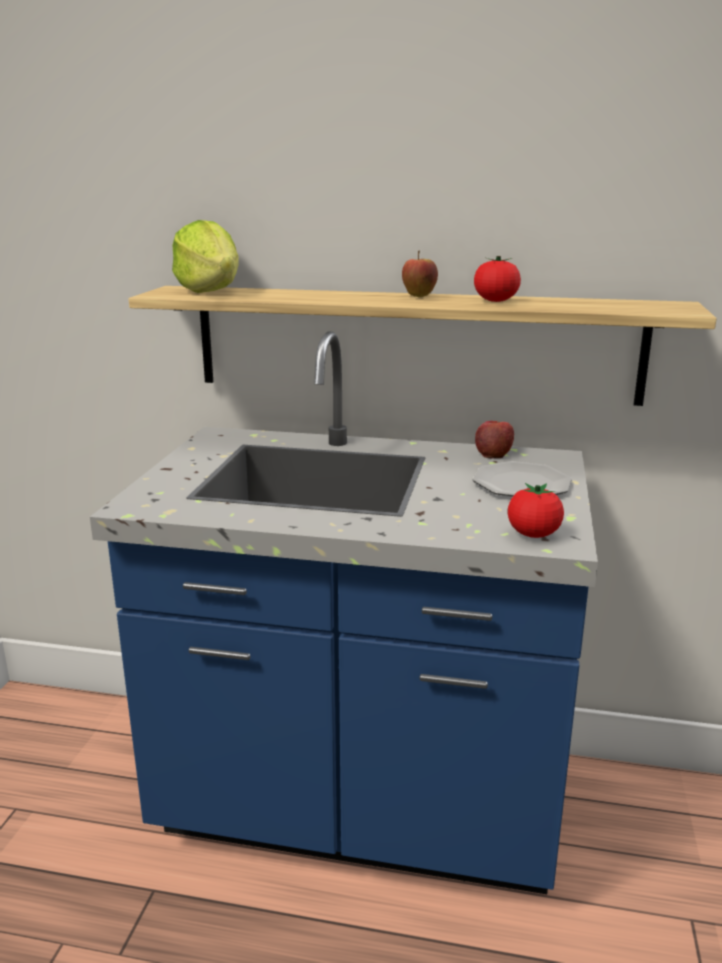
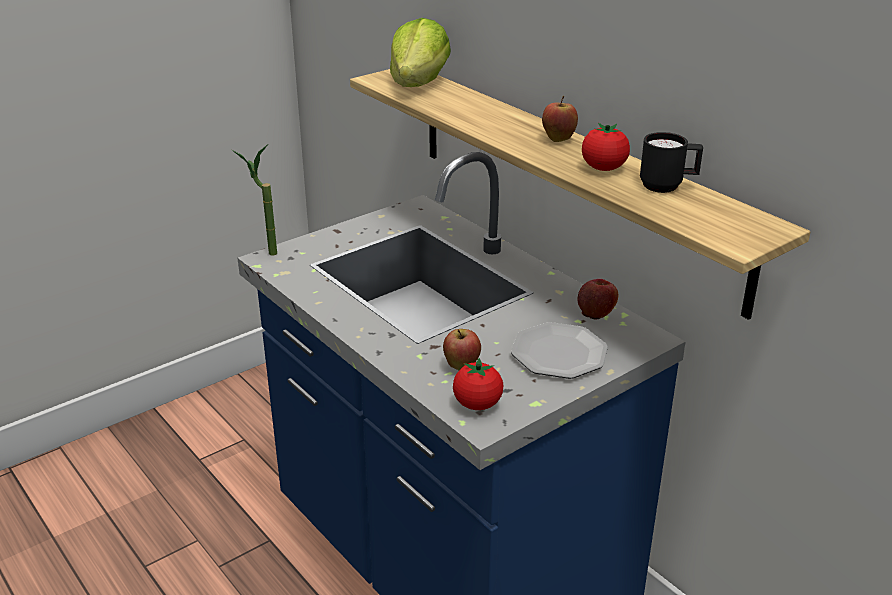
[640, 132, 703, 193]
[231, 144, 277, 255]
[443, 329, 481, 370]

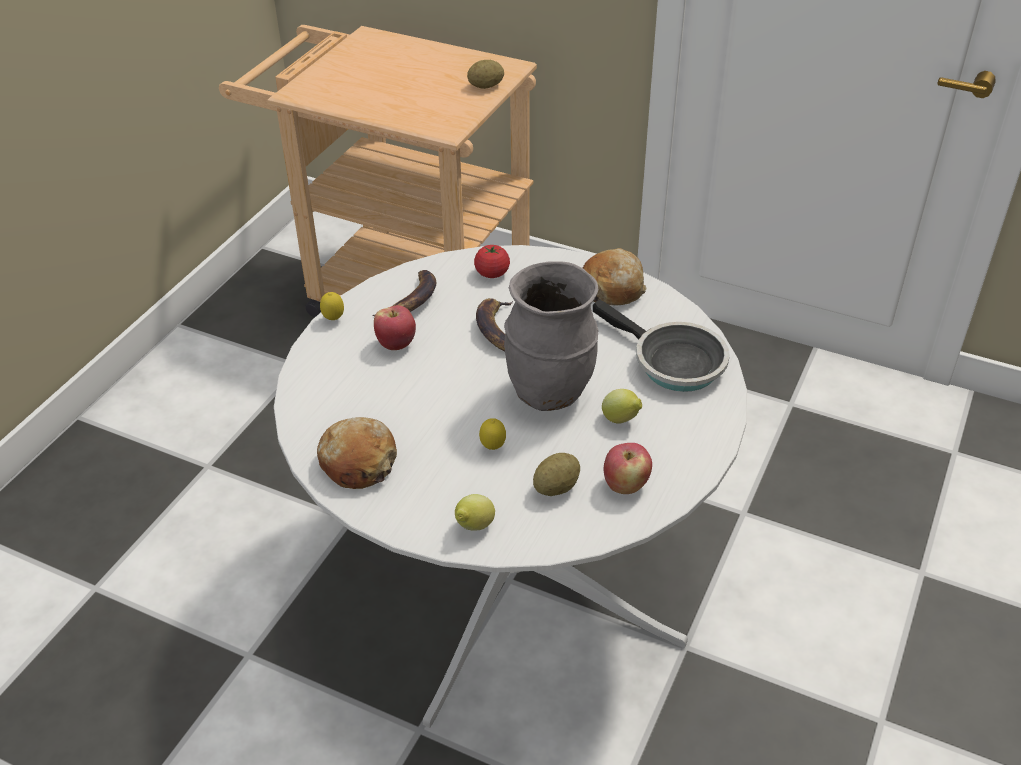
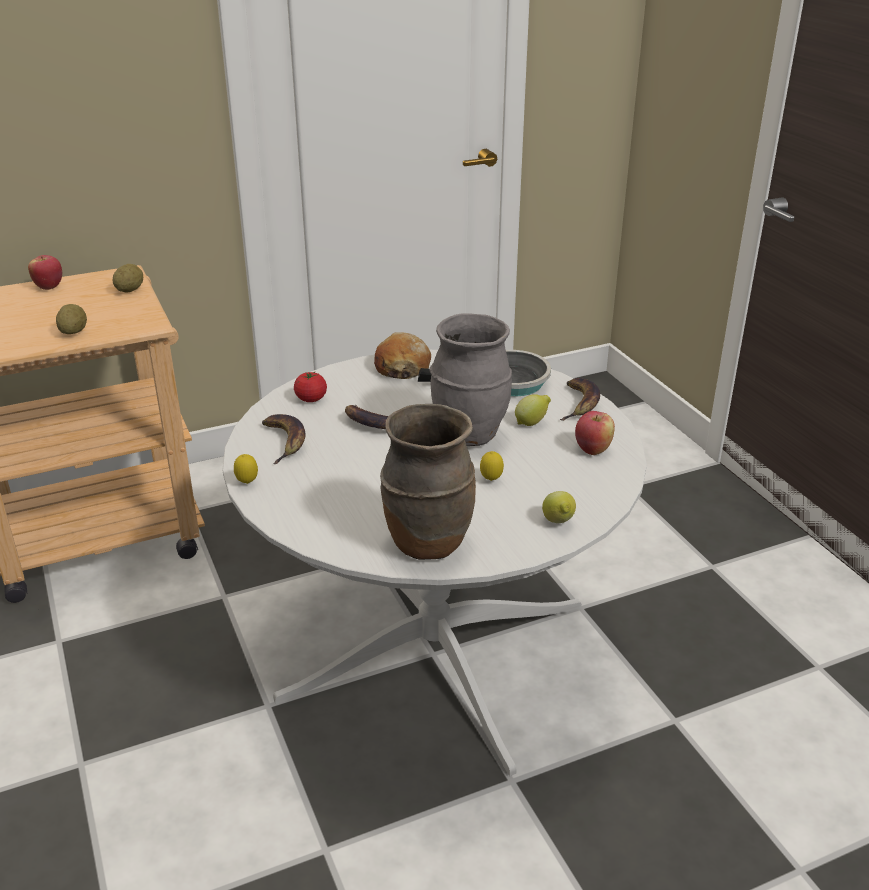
[28, 255, 62, 290]
[380, 404, 476, 560]
[56, 304, 87, 334]
[560, 378, 600, 421]

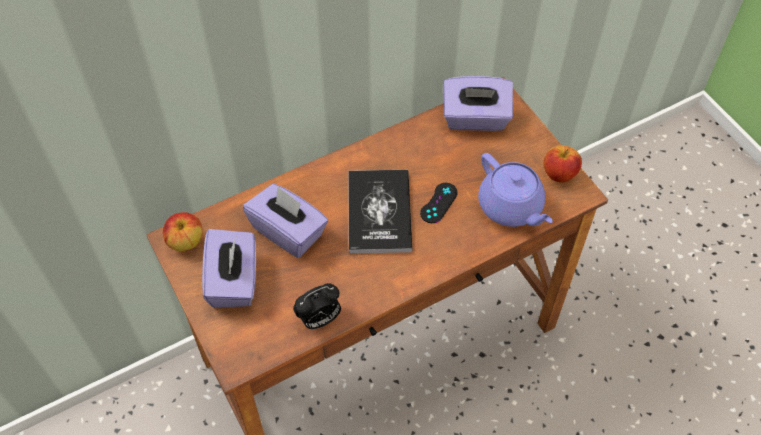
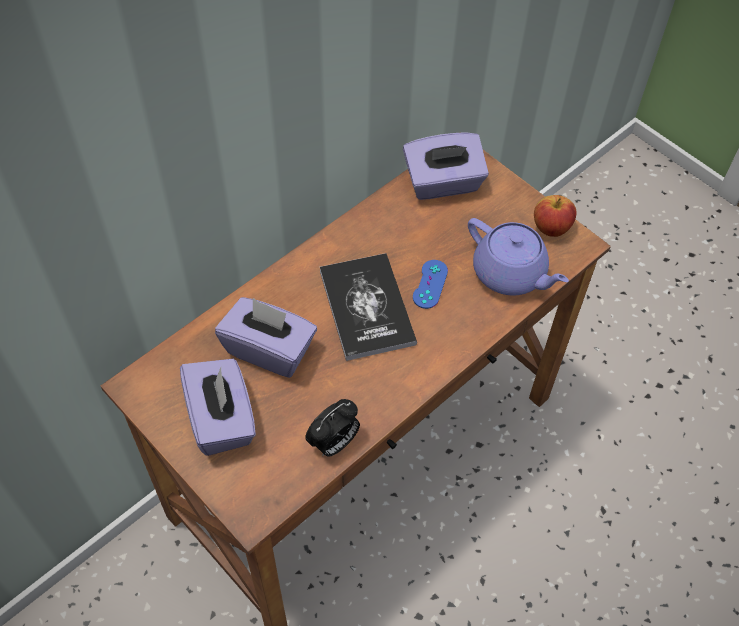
[413, 260, 448, 309]
[163, 212, 203, 251] (first image)

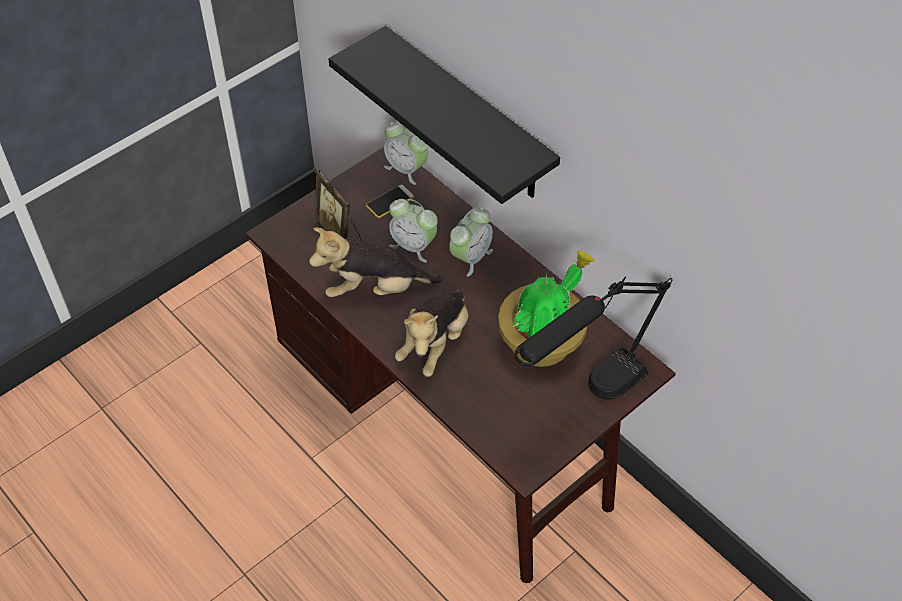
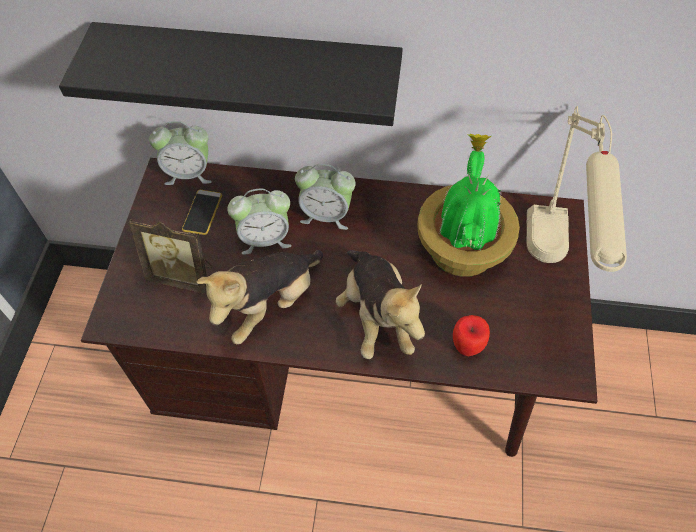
[295, 164, 356, 230]
[526, 106, 627, 272]
[453, 315, 490, 356]

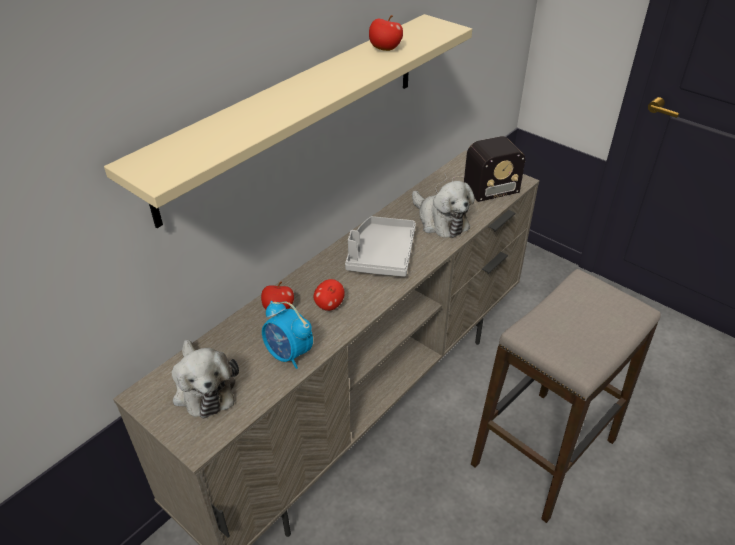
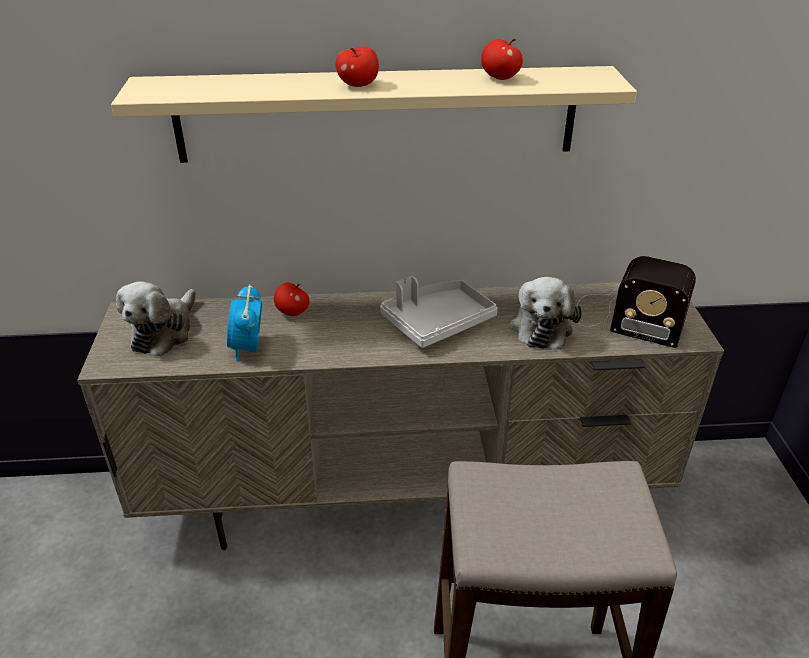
[335, 47, 379, 87]

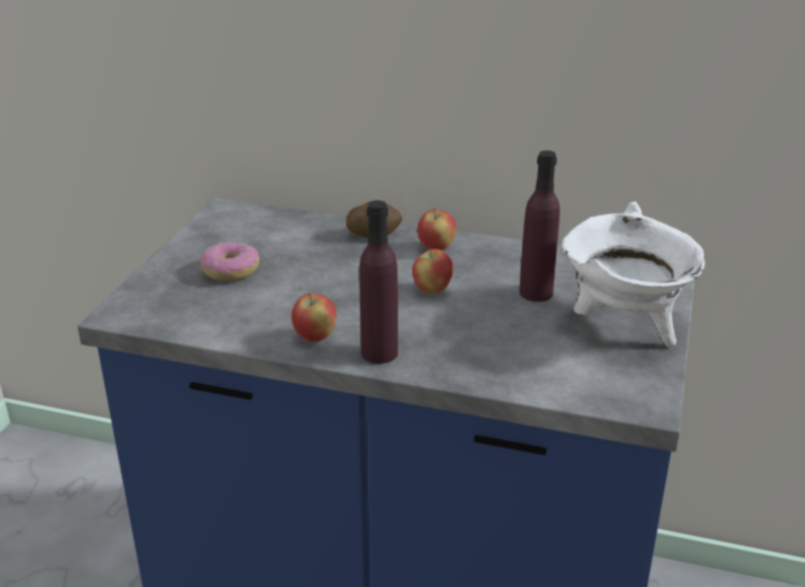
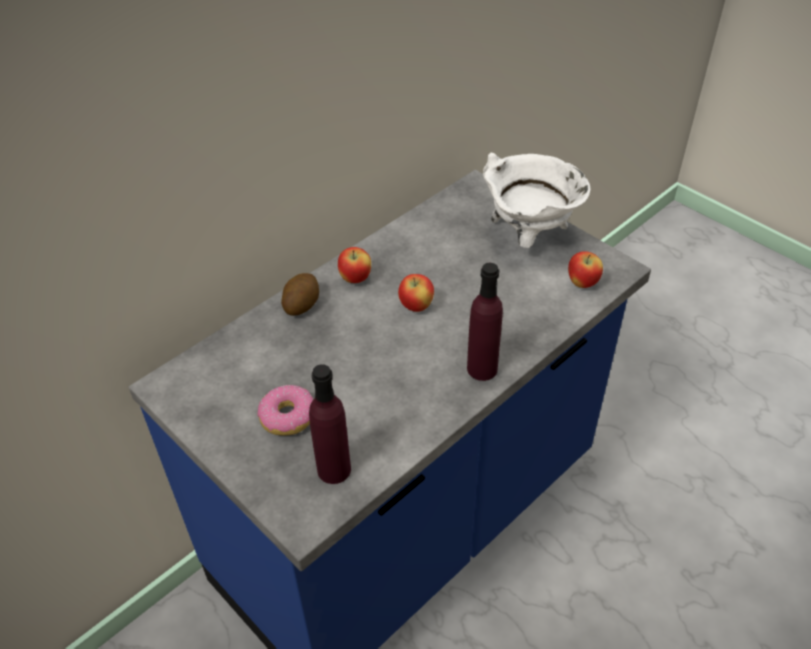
[309, 364, 351, 484]
[568, 251, 603, 288]

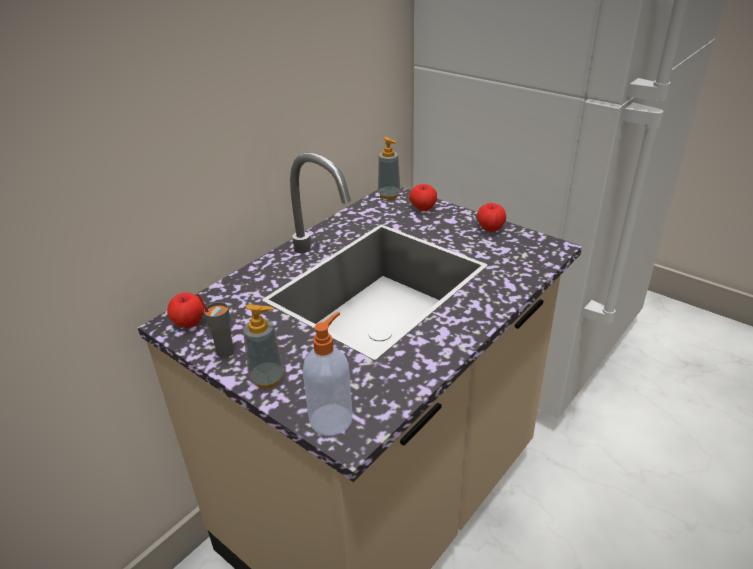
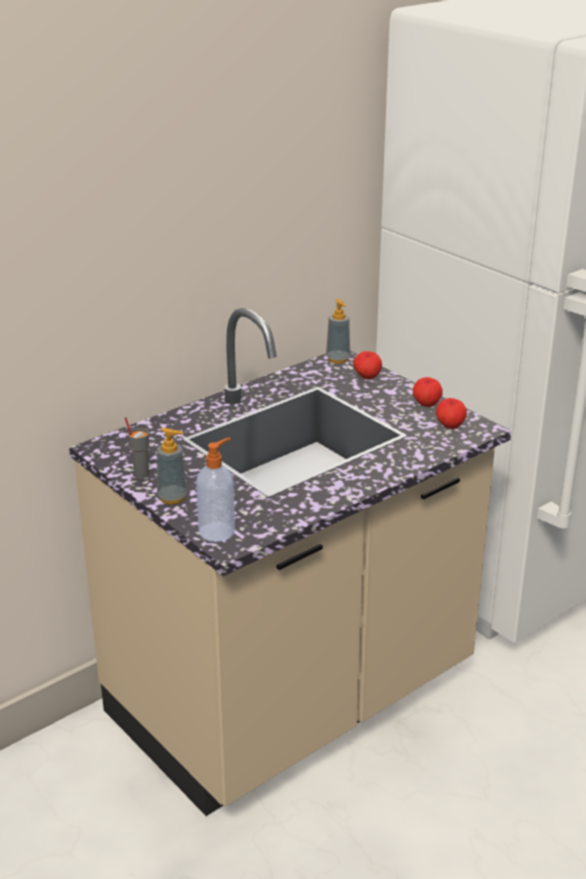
[436, 398, 467, 429]

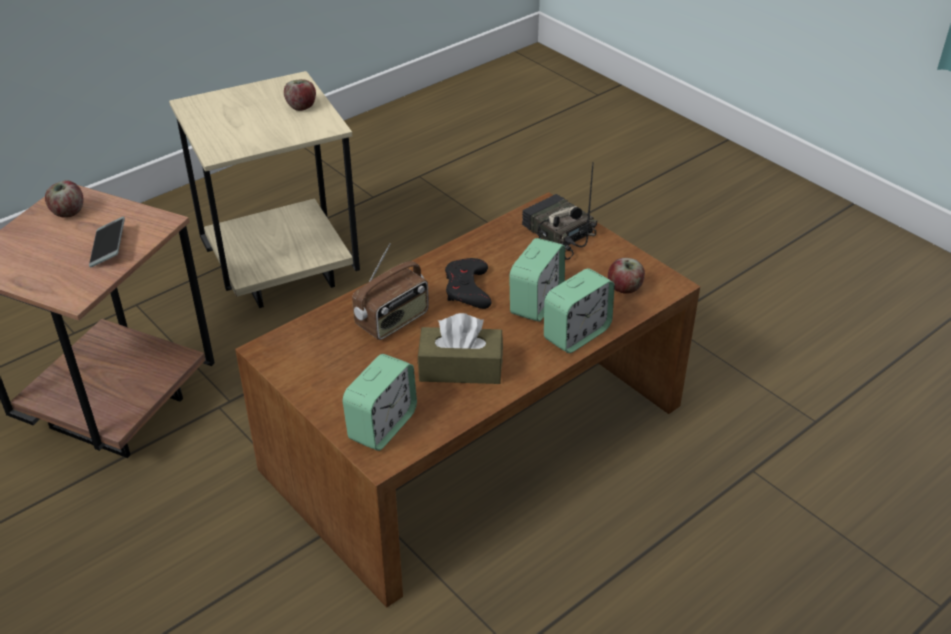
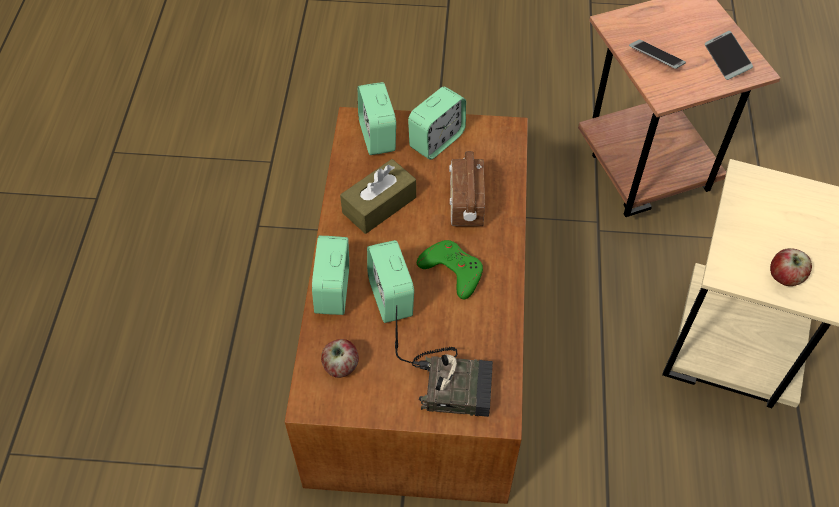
[705, 31, 753, 80]
[417, 240, 483, 299]
[408, 87, 466, 160]

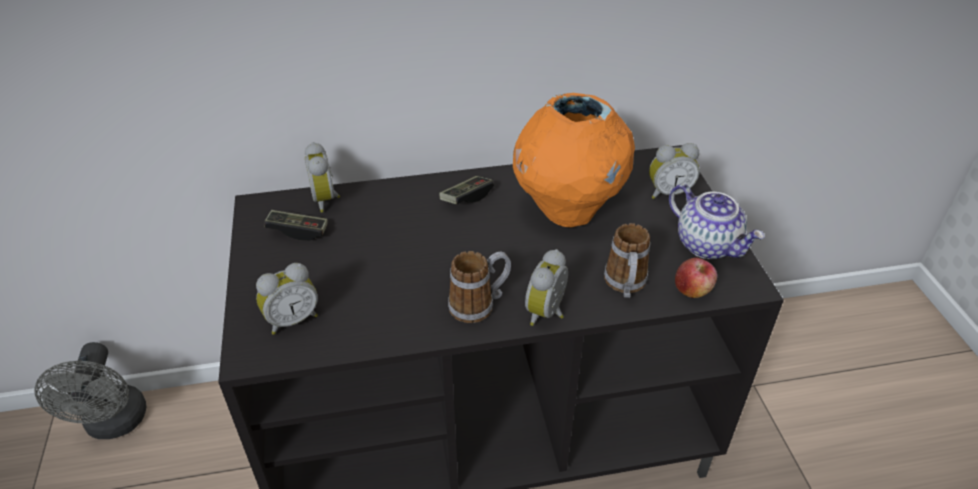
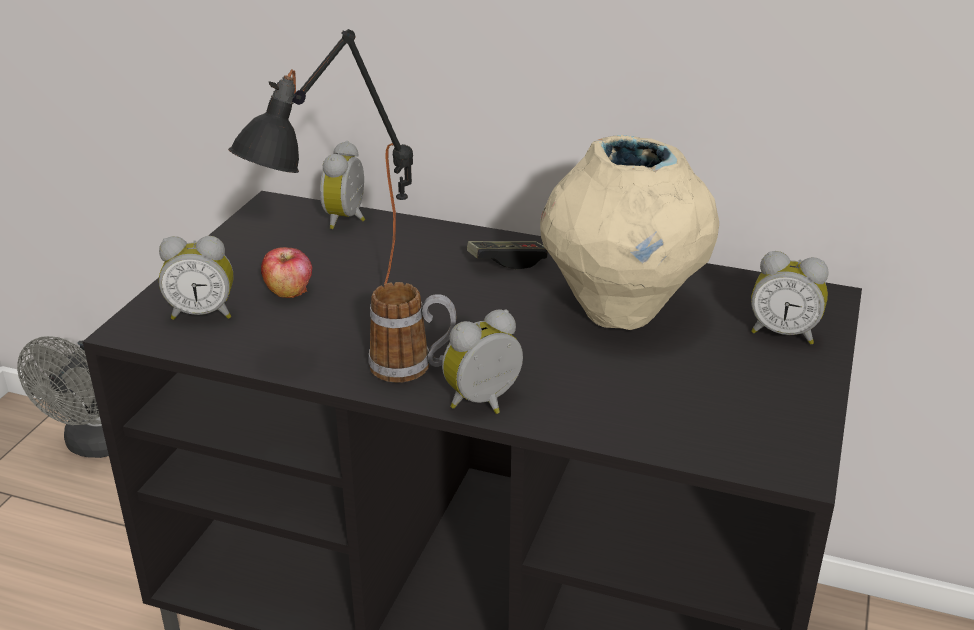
[540, 135, 719, 330]
[669, 184, 764, 259] (first image)
[264, 210, 328, 241] (first image)
[604, 223, 650, 298] (first image)
[261, 247, 312, 298]
[228, 29, 413, 284]

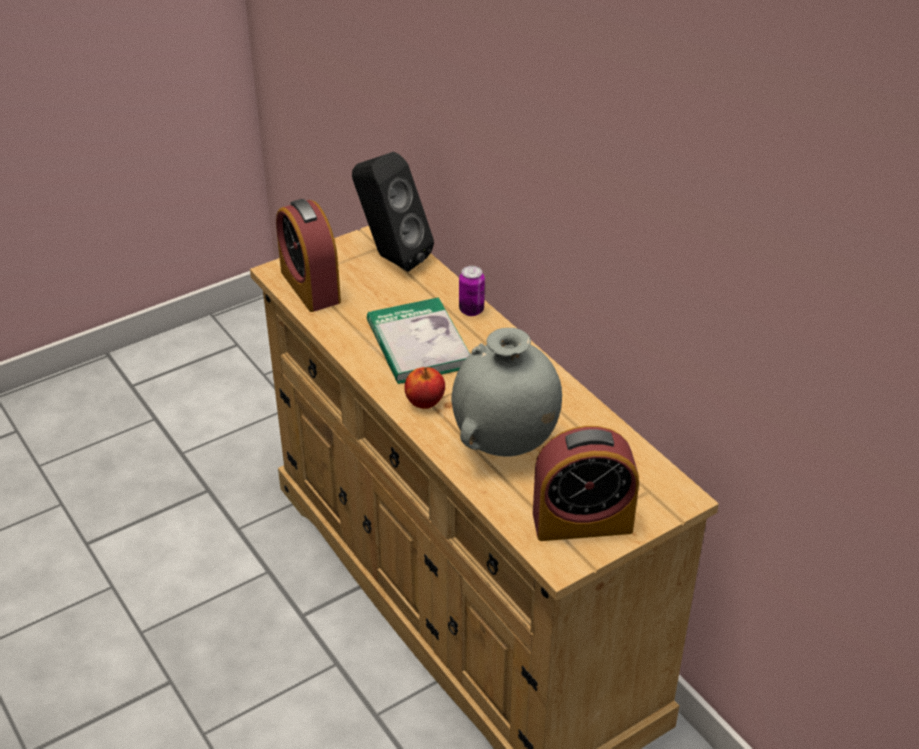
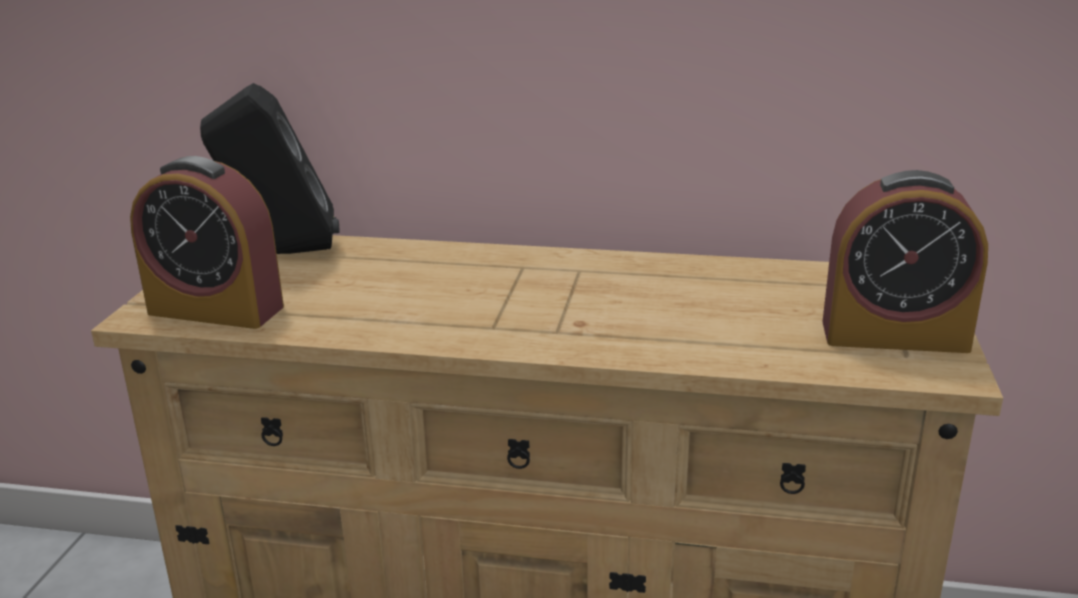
[459, 266, 485, 316] (first image)
[367, 297, 470, 384] (first image)
[452, 328, 562, 456] (first image)
[405, 367, 445, 409] (first image)
[823, 170, 988, 353]

